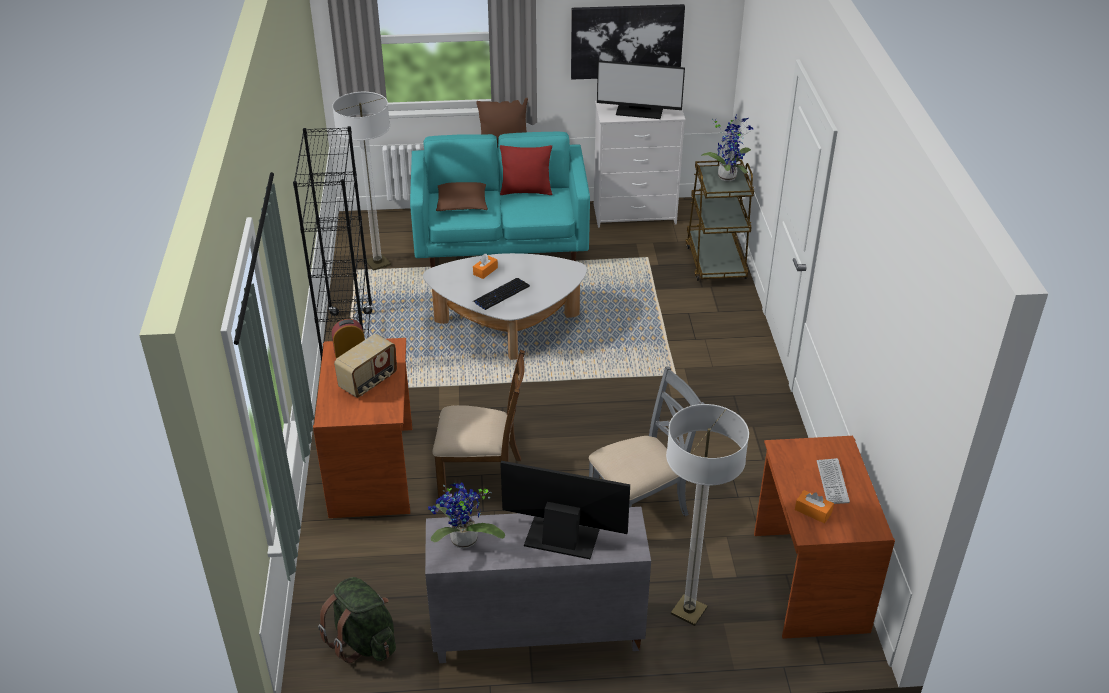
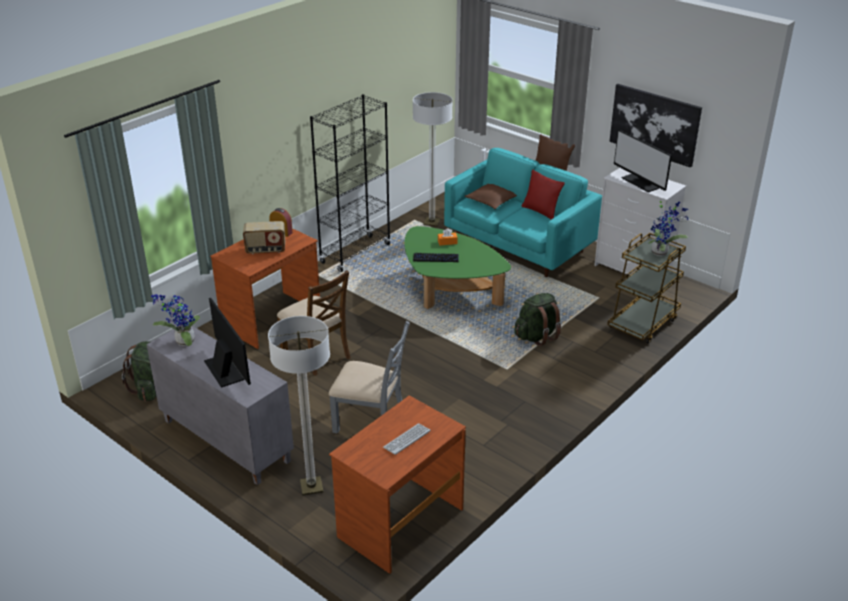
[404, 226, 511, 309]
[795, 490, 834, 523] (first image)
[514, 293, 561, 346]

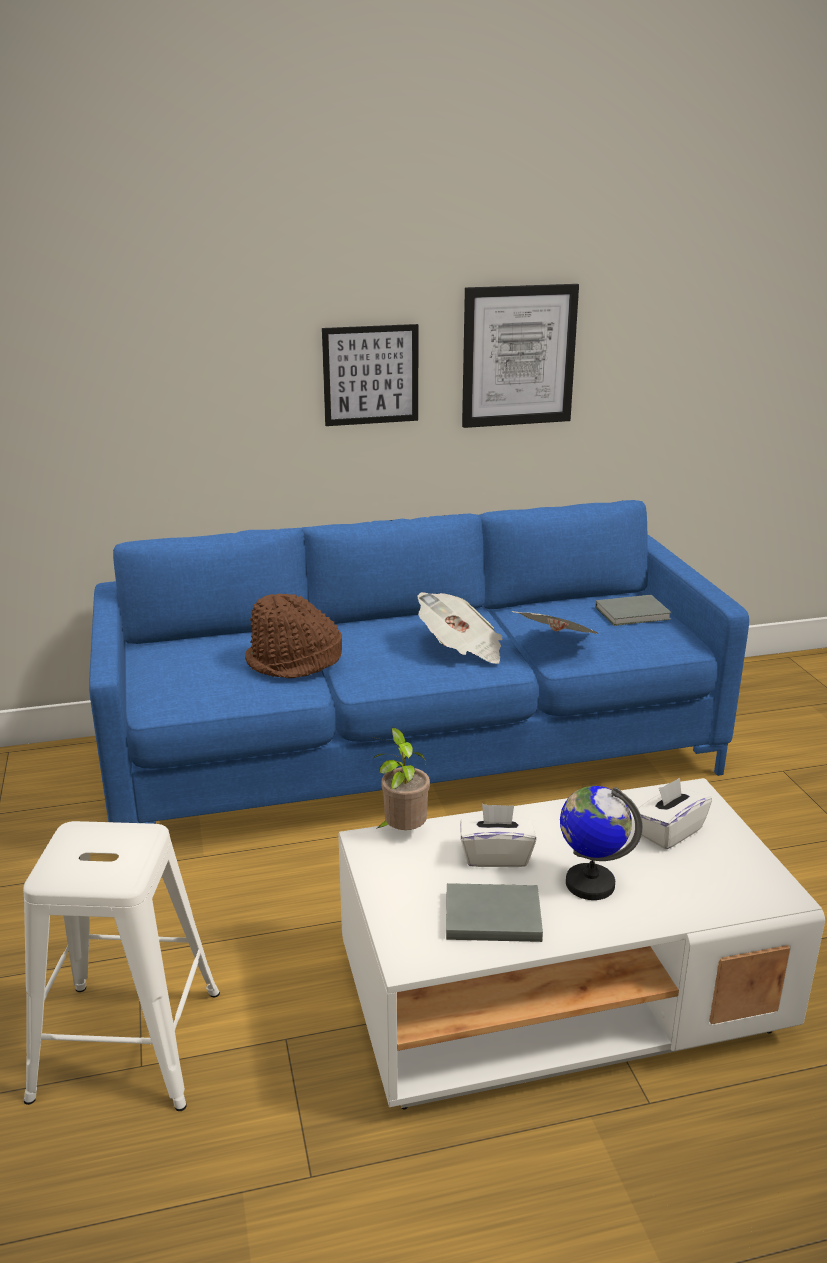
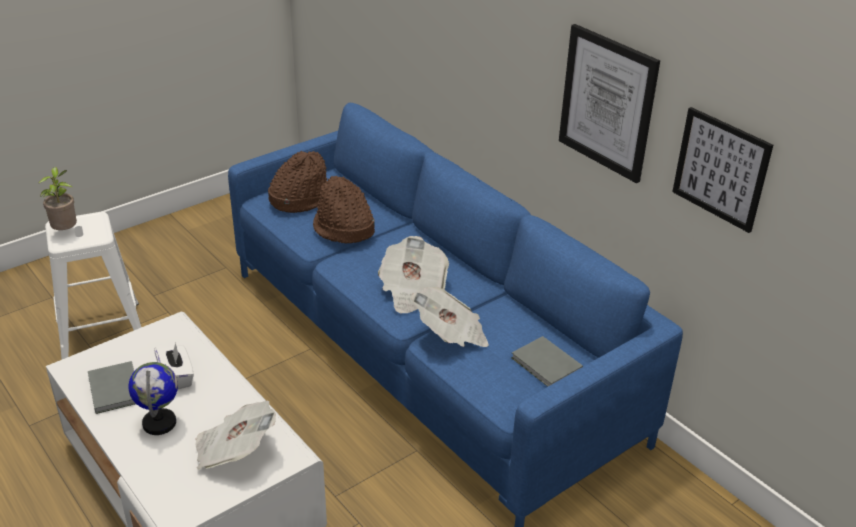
[672, 107, 773, 233]
[39, 167, 77, 230]
[195, 401, 276, 470]
[268, 151, 327, 213]

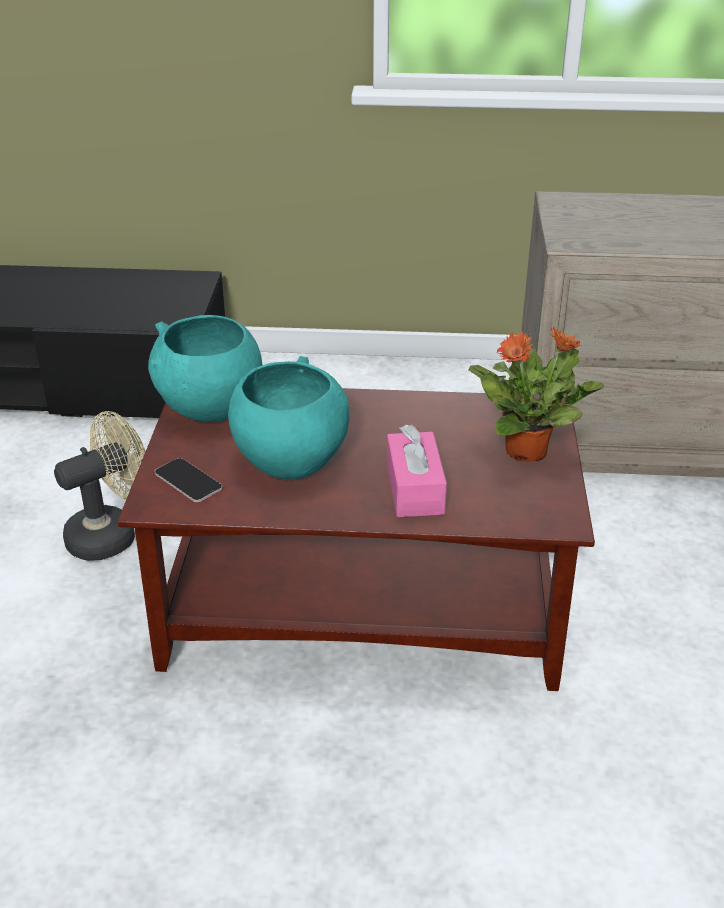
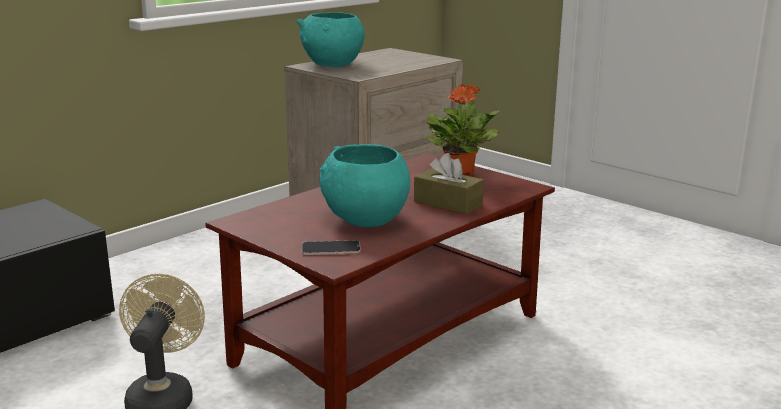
[296, 12, 364, 67]
[414, 153, 484, 214]

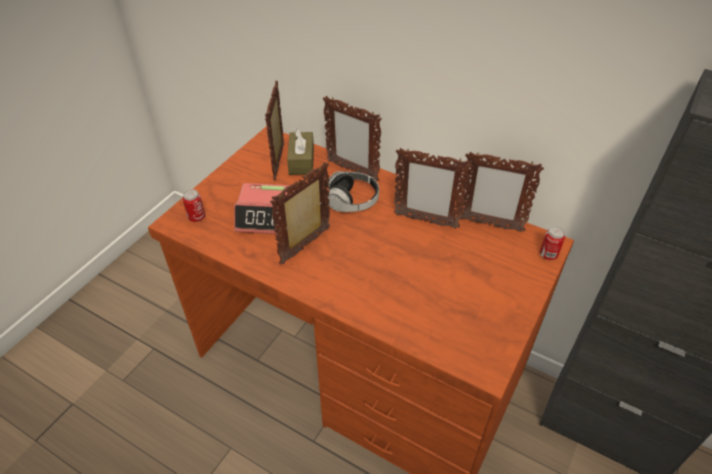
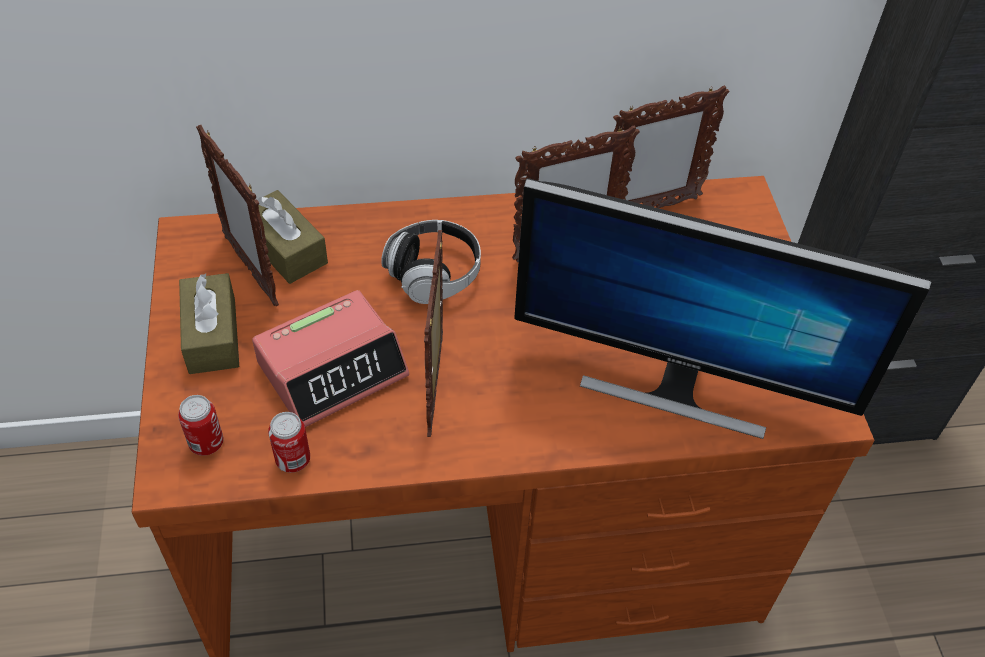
[323, 96, 382, 181] (first image)
[268, 412, 310, 473]
[514, 178, 932, 439]
[179, 273, 239, 374]

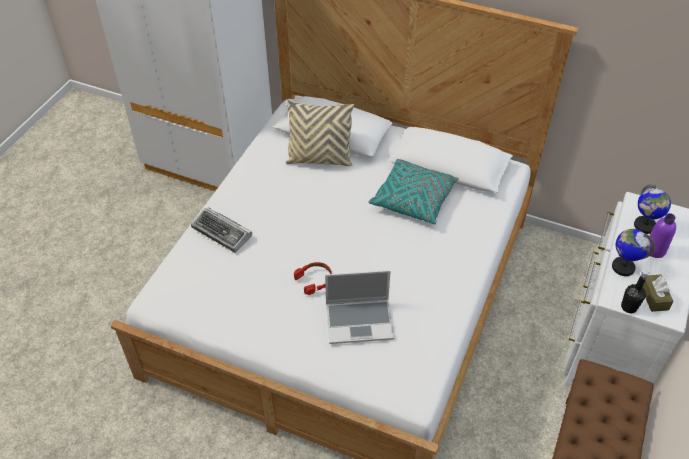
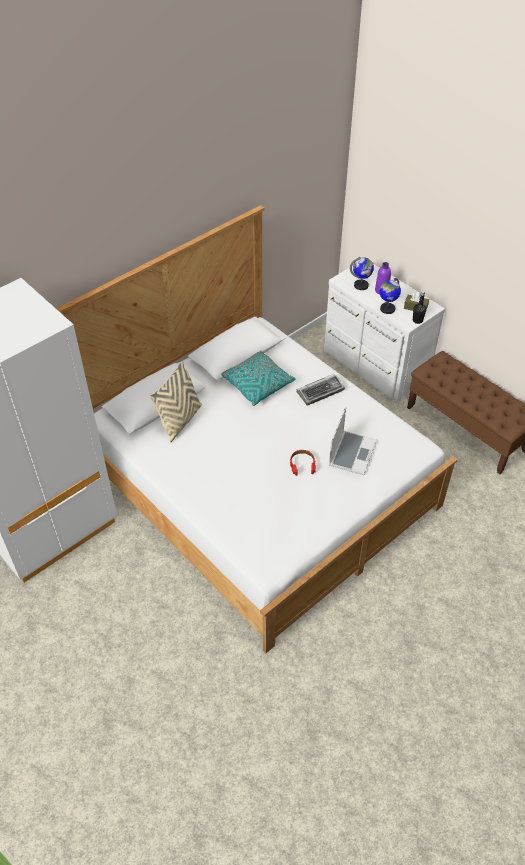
[296, 374, 345, 406]

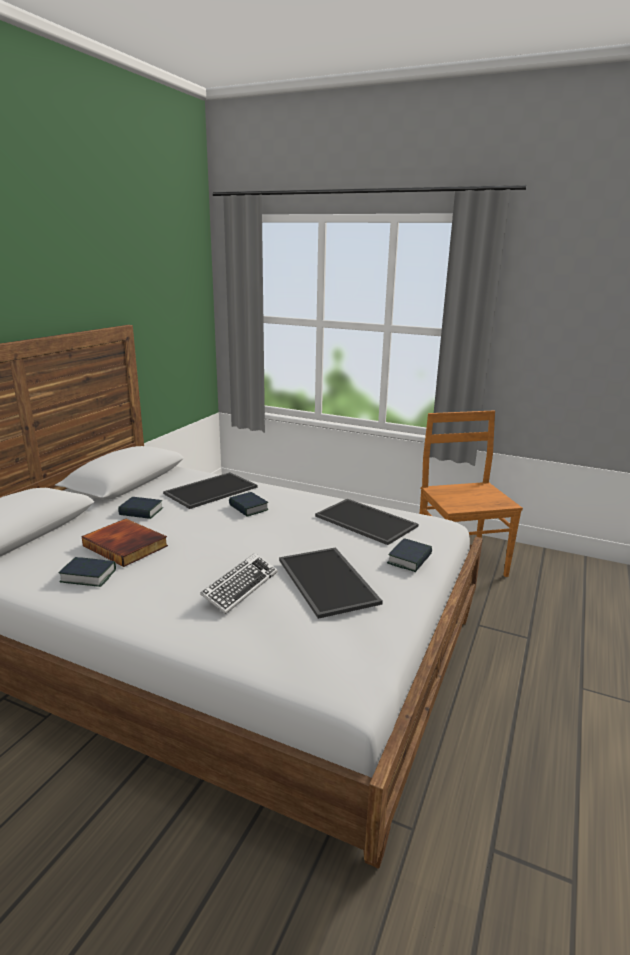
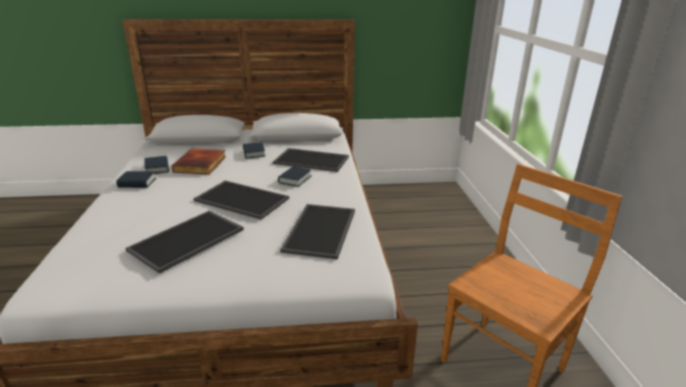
[116, 171, 156, 188]
[200, 553, 278, 614] (first image)
[194, 181, 289, 220]

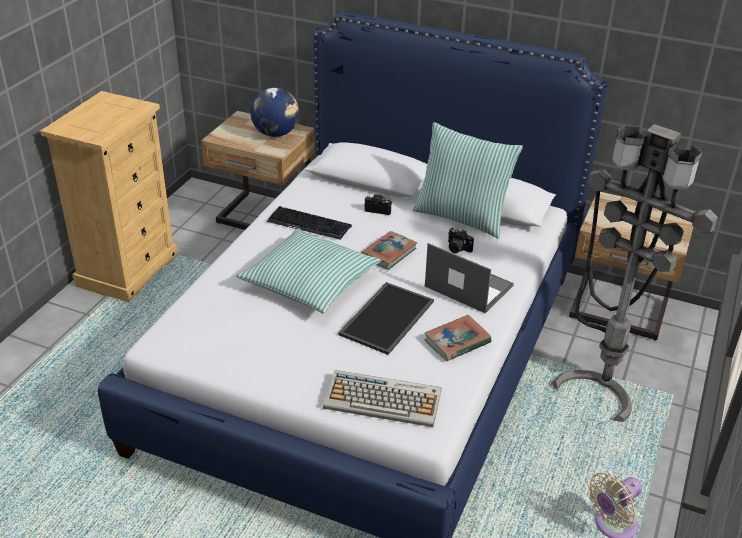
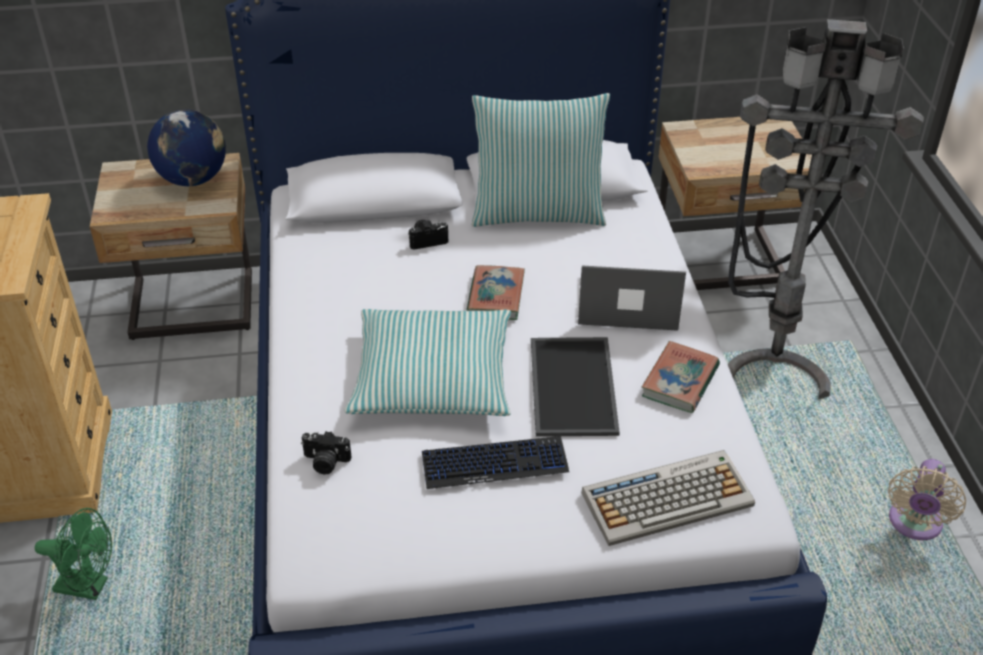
[422, 436, 569, 489]
[301, 431, 352, 474]
[35, 508, 112, 600]

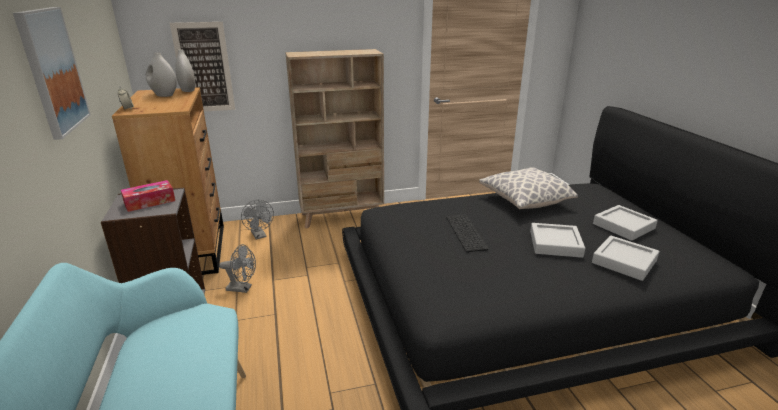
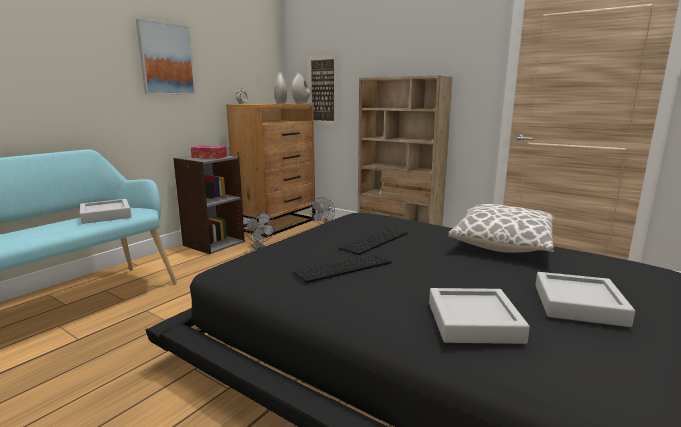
[80, 199, 132, 224]
[293, 253, 392, 283]

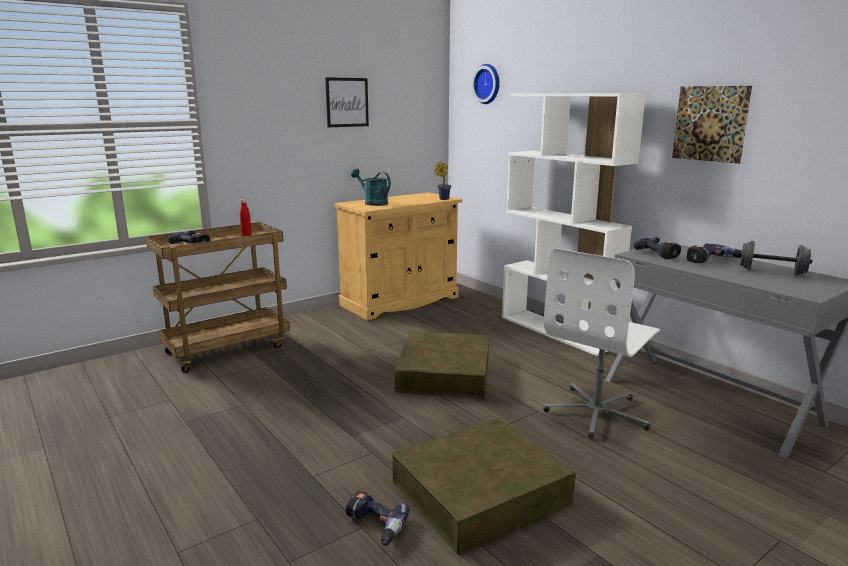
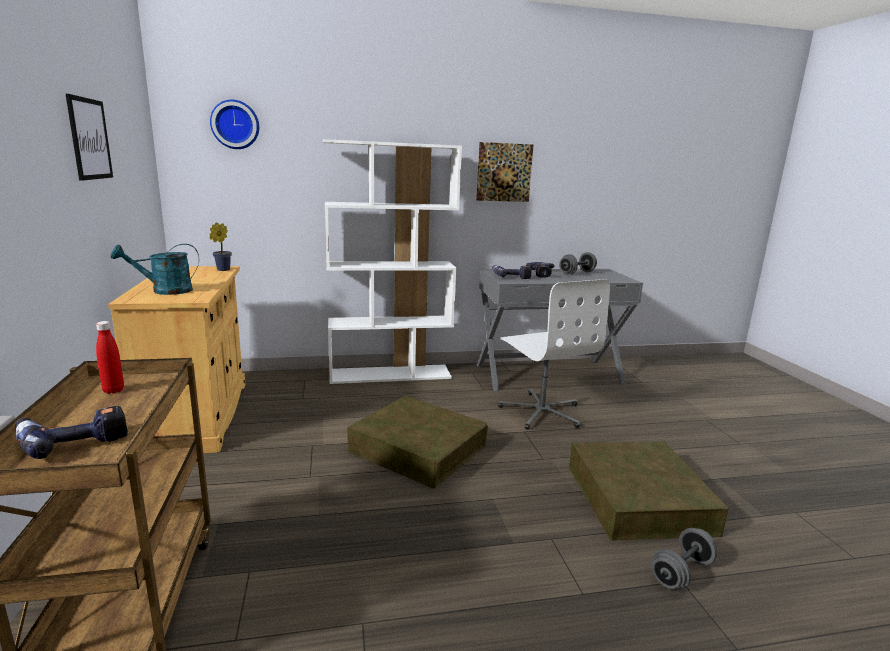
[652, 528, 717, 589]

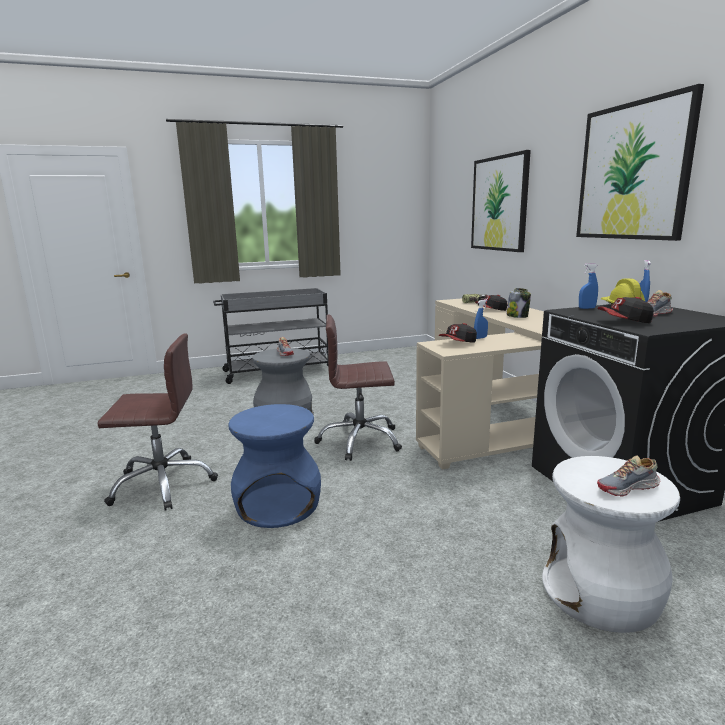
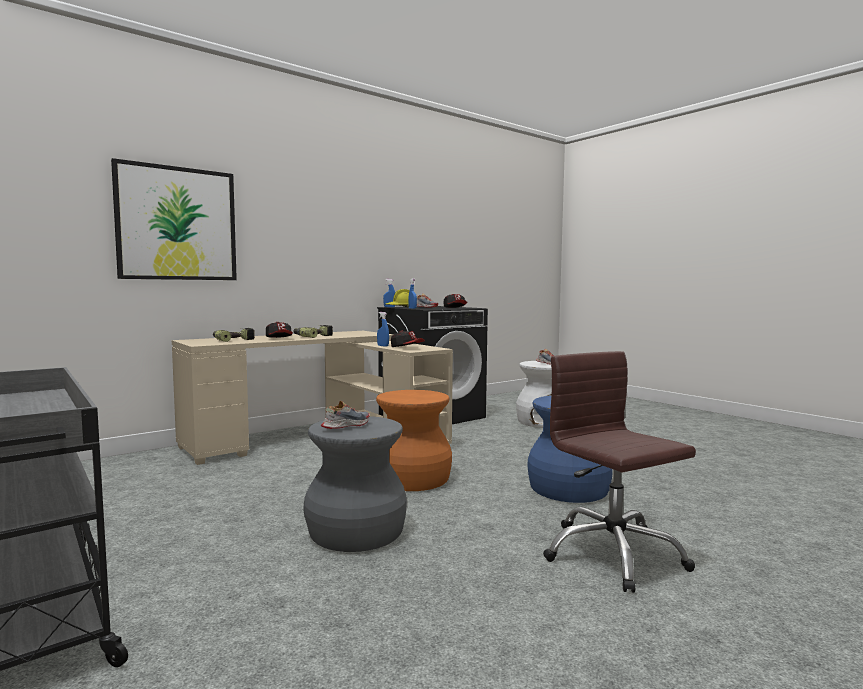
[576, 84, 704, 241] (first image)
[293, 325, 333, 338]
[376, 390, 452, 491]

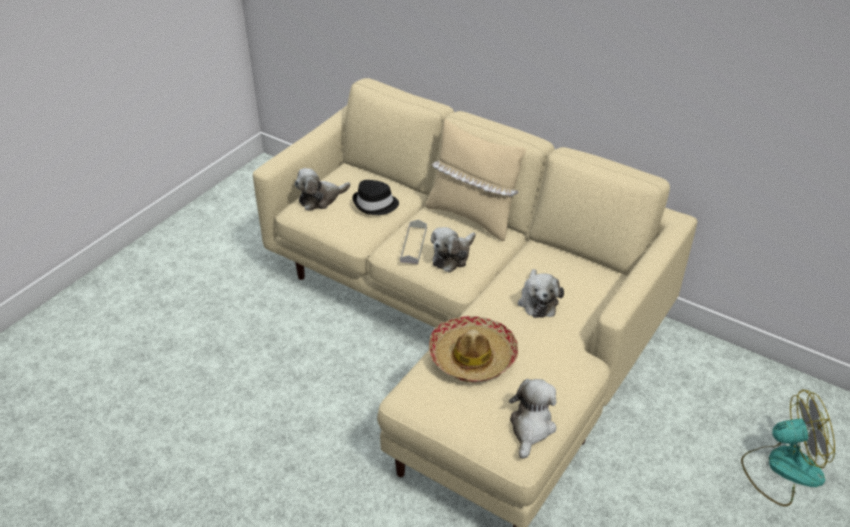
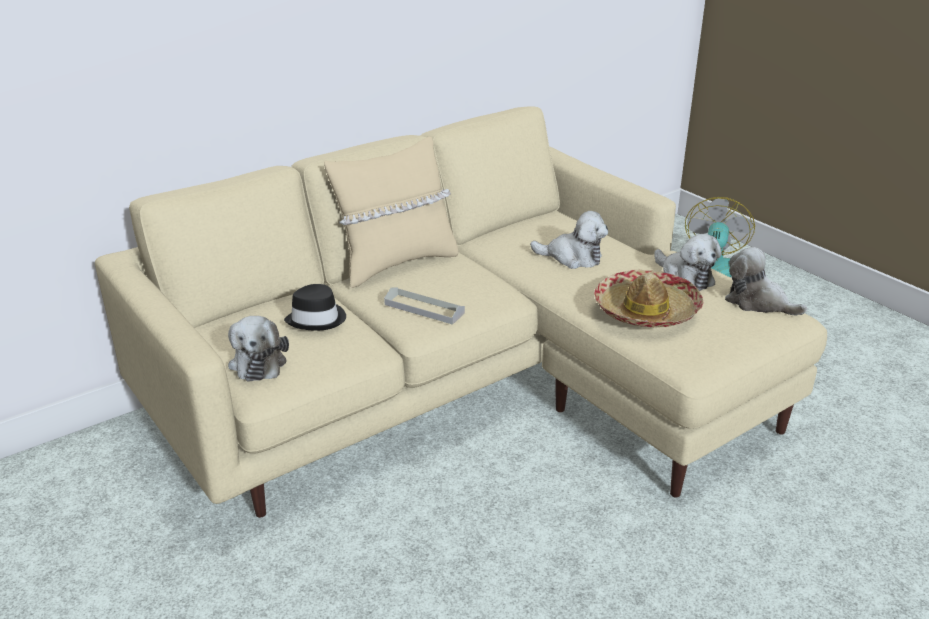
[654, 234, 722, 291]

